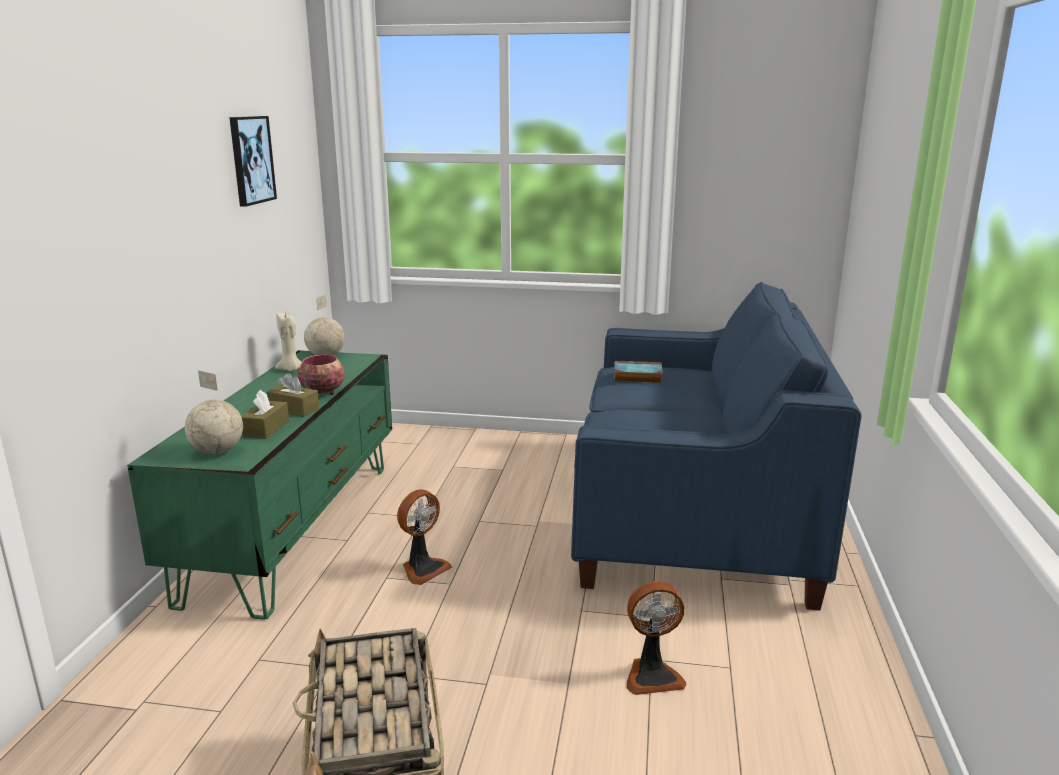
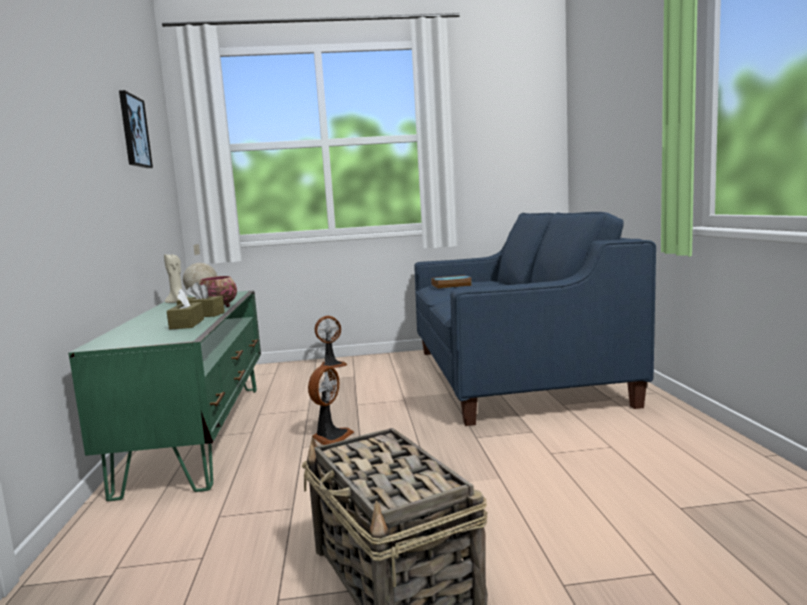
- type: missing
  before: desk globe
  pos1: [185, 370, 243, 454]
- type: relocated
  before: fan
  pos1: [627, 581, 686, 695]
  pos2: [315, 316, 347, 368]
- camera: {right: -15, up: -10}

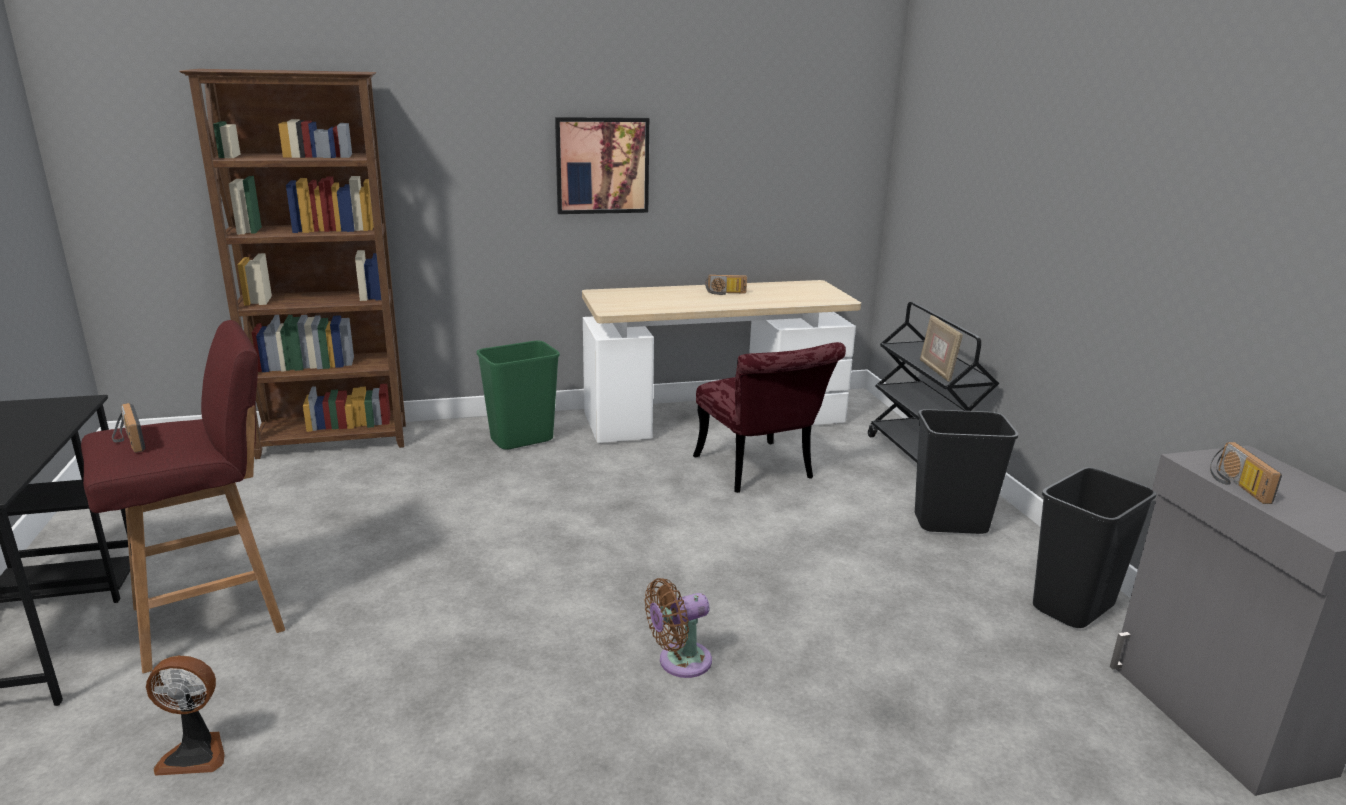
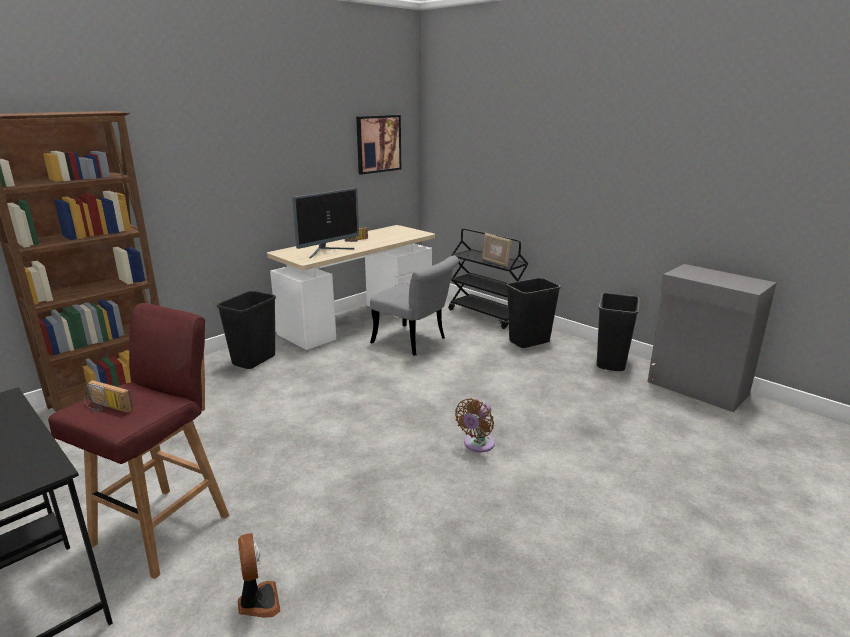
- type: relocated
  before: picture
  pos1: [555, 117, 649, 214]
  pos2: [356, 115, 401, 175]
- type: colour
  before: green waste bin
  after: black waste bin
  pos1: [477, 341, 560, 450]
  pos2: [217, 291, 276, 369]
- type: colour
  before: reddish chair
  after: greyish chair
  pos1: [693, 342, 846, 493]
  pos2: [370, 255, 459, 356]
- type: missing
  before: radio
  pos1: [1210, 442, 1282, 504]
- type: spun
  before: fan
  pos1: [146, 656, 225, 776]
  pos2: [238, 533, 280, 618]
  turn: -75
- type: appeared
  after: computer display
  pos2: [292, 188, 359, 258]
- camera: {right: -30, up: 0}

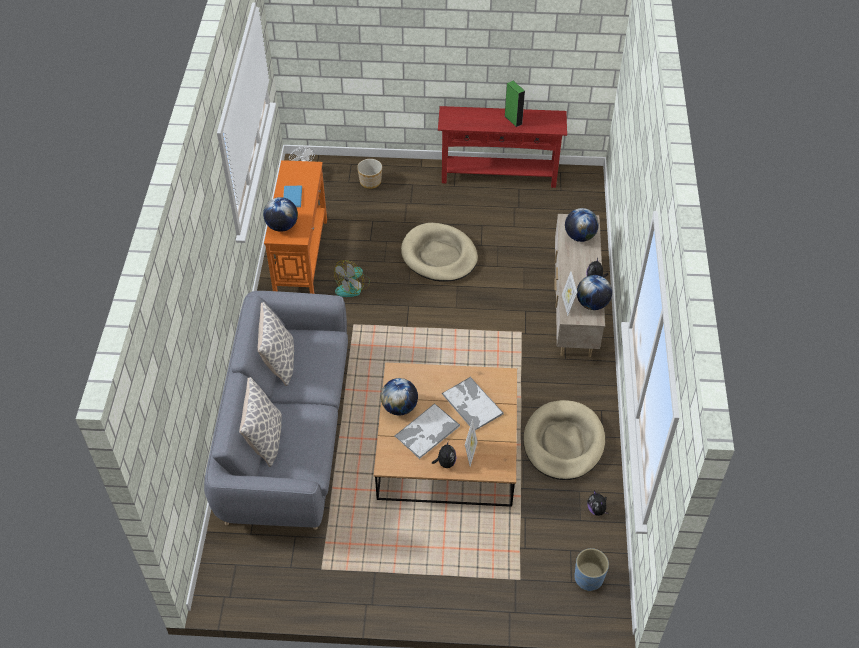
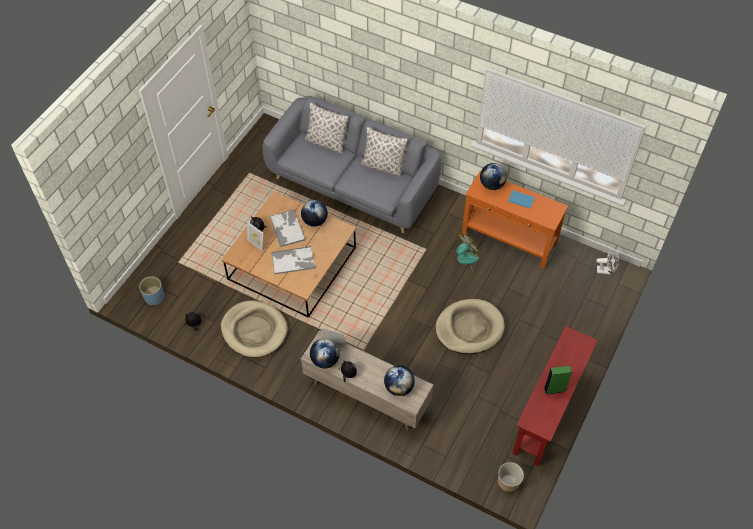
- type: relocated
  before: plant pot
  pos1: [357, 159, 382, 189]
  pos2: [498, 462, 524, 492]
- type: spun
  before: fan
  pos1: [334, 260, 370, 297]
  pos2: [449, 231, 480, 275]
  turn: 75
- camera: {right: 115, up: 5}

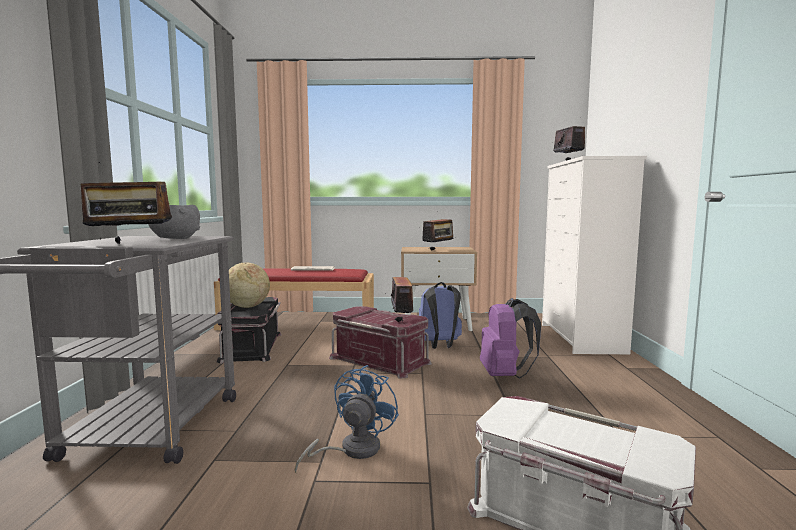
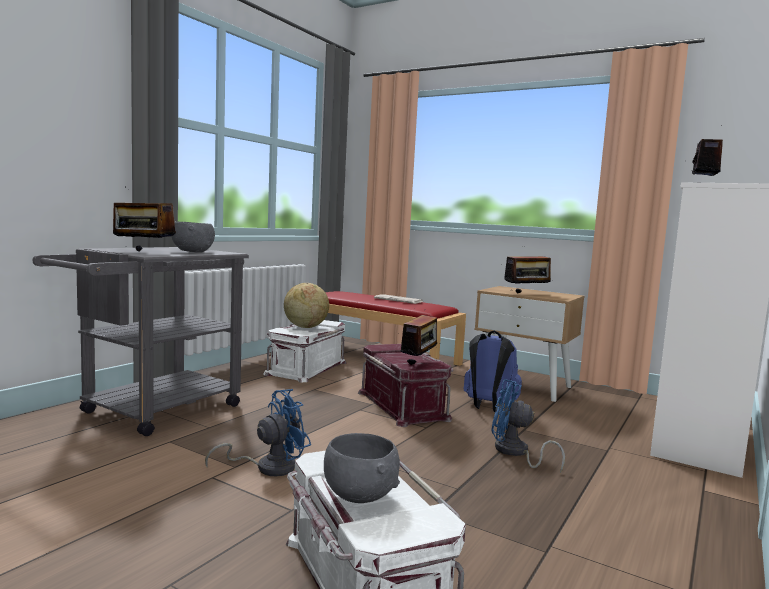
- type: colour
  before: black storage bin
  after: white storage bin
  pos1: [216, 297, 281, 364]
  pos2: [264, 320, 346, 383]
- type: exchanged
  before: purplish knapsack
  after: blue-coloured fan
  pos1: [480, 298, 541, 379]
  pos2: [491, 379, 565, 473]
- type: appeared
  after: greyish bowl
  pos2: [324, 433, 400, 503]
- camera: {right: 30, up: 0}

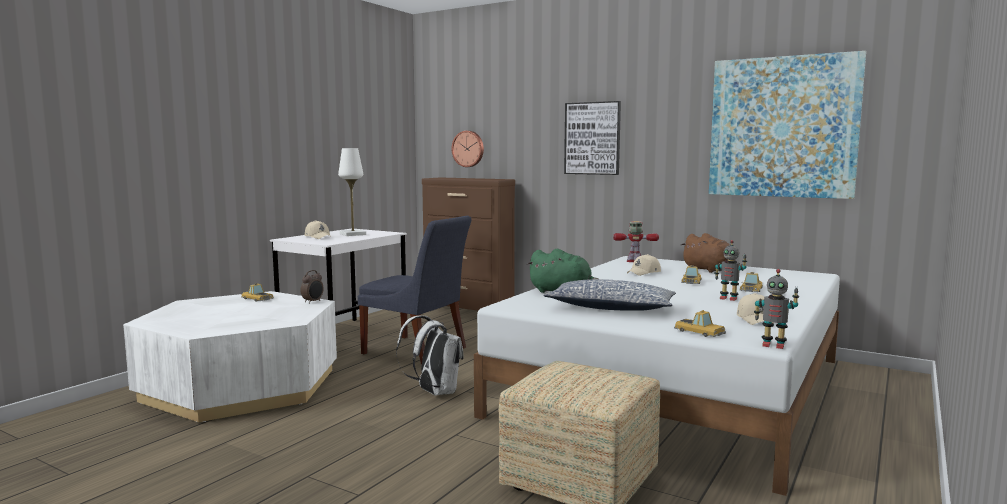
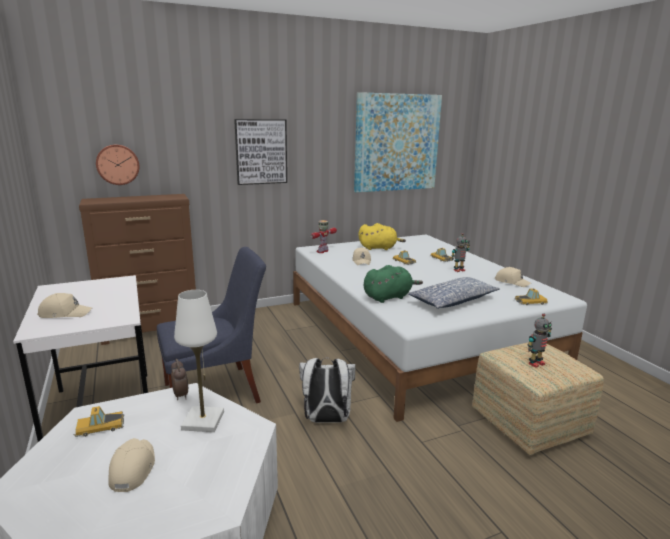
- type: relocated
  before: white tabletop lamp
  pos1: [338, 148, 366, 236]
  pos2: [174, 290, 224, 432]
- type: colour
  before: brown-coloured cuddly toy
  after: yellow cuddly toy
  pos1: [681, 233, 730, 273]
  pos2: [359, 223, 406, 250]
- type: relocated
  before: model robot
  pos1: [754, 269, 799, 349]
  pos2: [527, 313, 552, 368]
- type: appeared
  after: sand-coloured cap
  pos2: [108, 438, 155, 492]
- camera: {right: -55, up: 10}

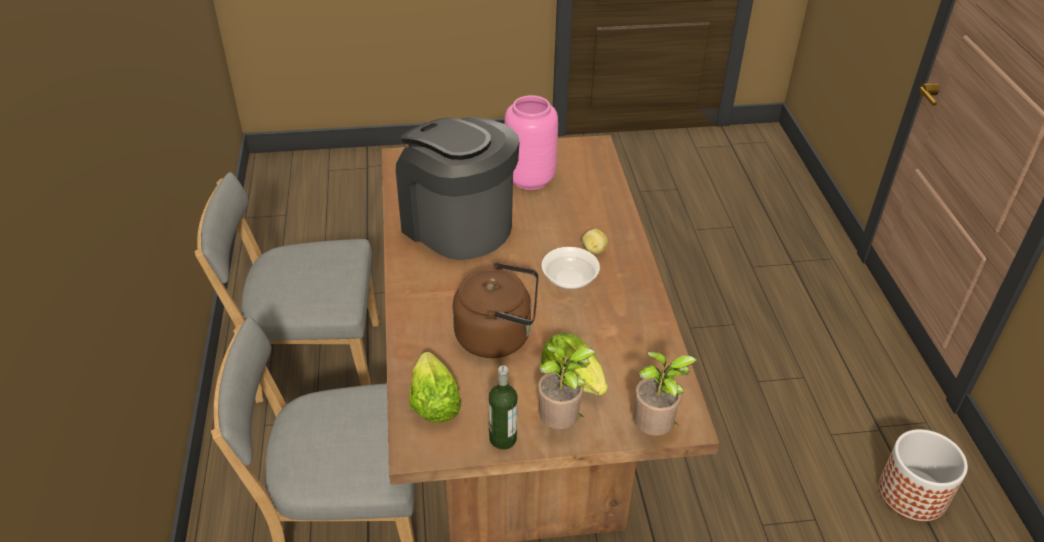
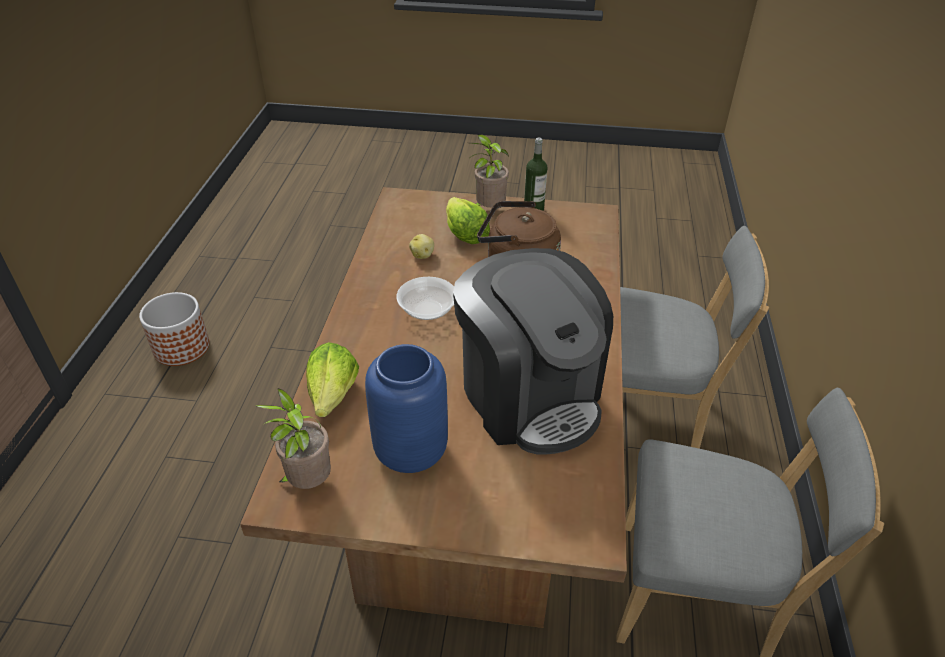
- type: colour
  before: pink flower vase
  after: blue-coloured flower vase
  pos1: [504, 95, 558, 190]
  pos2: [365, 344, 448, 473]
- type: relocated
  before: spud
  pos1: [582, 229, 608, 254]
  pos2: [409, 234, 434, 259]
- type: relocated
  before: plant in a pot
  pos1: [634, 351, 697, 436]
  pos2: [255, 389, 331, 489]
- type: relocated
  before: lettuce
  pos1: [409, 352, 461, 423]
  pos2: [306, 342, 359, 417]
- camera: {right: -165, up: 0}

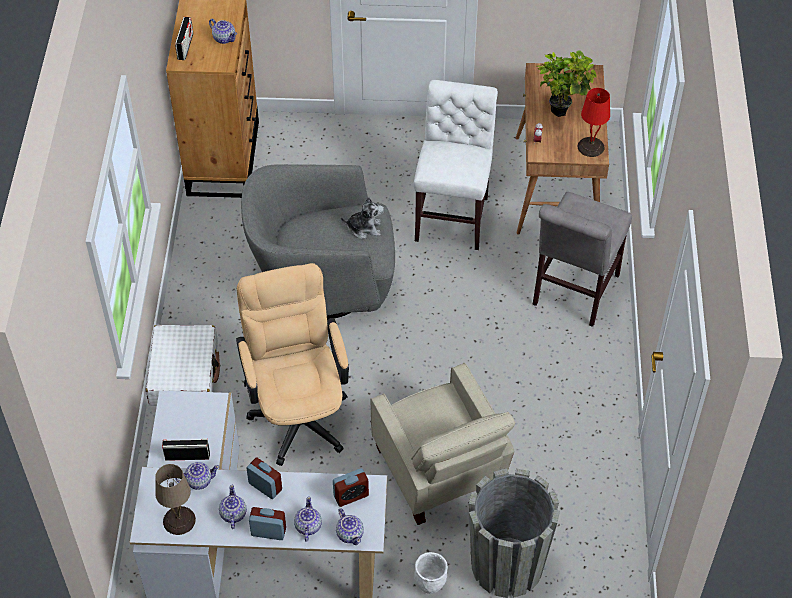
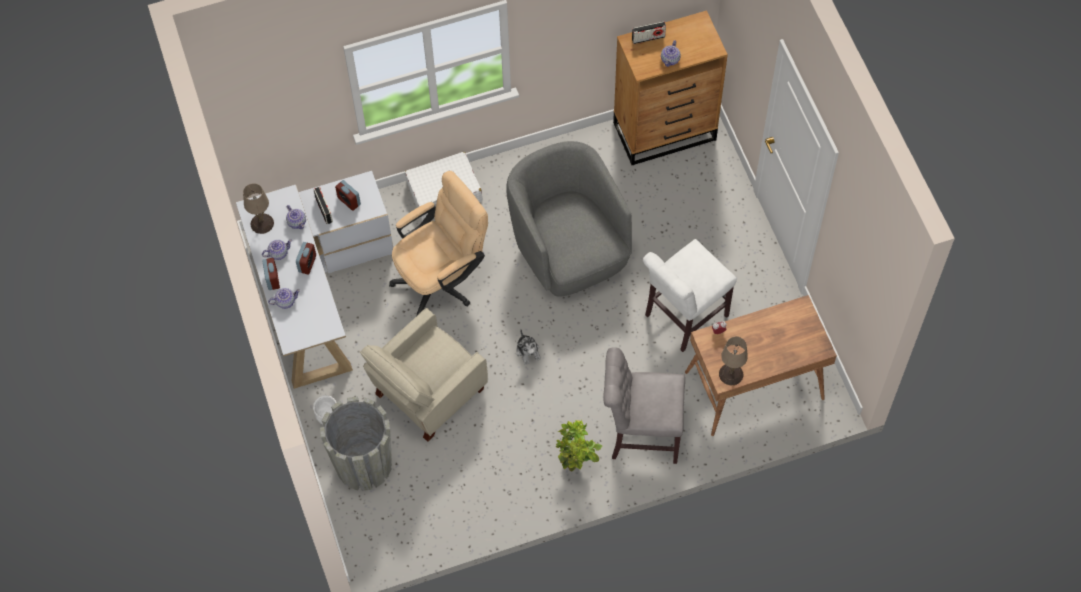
- type: relocated
  before: plant in a pot
  pos1: [537, 50, 596, 117]
  pos2: [555, 420, 602, 471]
- type: spun
  before: white chair
  pos1: [414, 80, 498, 250]
  pos2: [643, 239, 737, 352]
  turn: 150
- type: colour
  before: reddish tabletop lamp
  after: sand-coloured tabletop lamp
  pos1: [578, 88, 610, 157]
  pos2: [719, 337, 748, 385]
- type: relocated
  before: cuddly toy
  pos1: [341, 197, 384, 239]
  pos2: [516, 329, 541, 365]
- type: relocated
  before: table clock
  pos1: [333, 468, 369, 507]
  pos2: [335, 180, 361, 211]
- type: missing
  before: tea pot
  pos1: [336, 508, 364, 545]
- camera: {right: 70, up: 10}

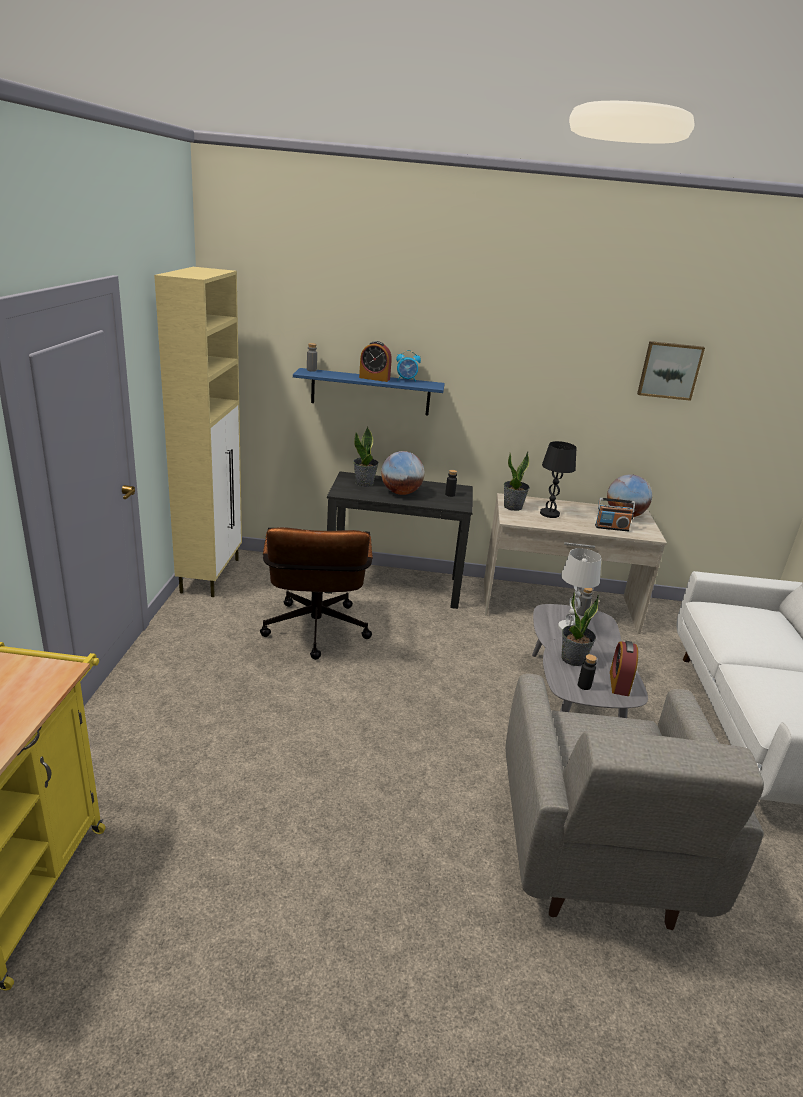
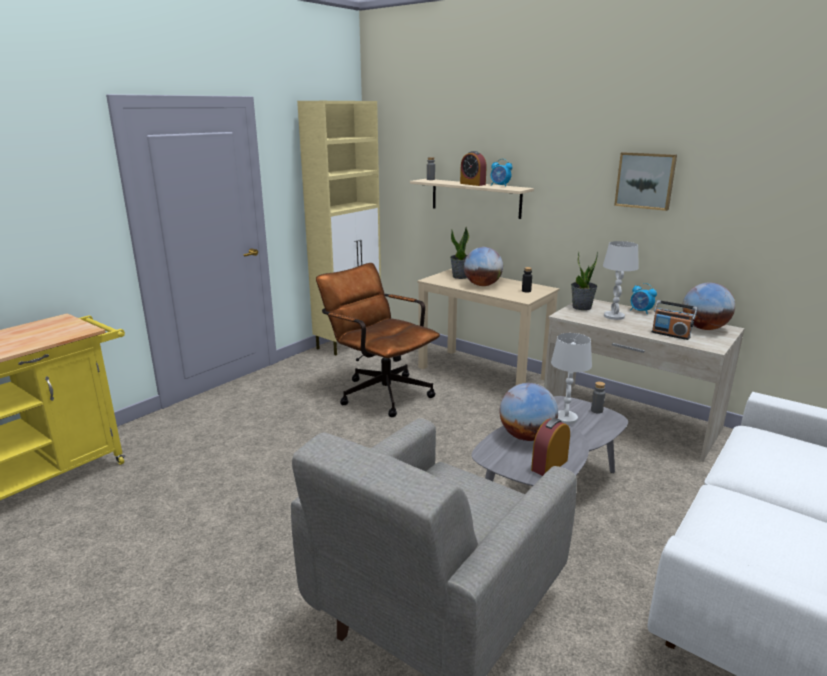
- type: relocated
  before: picture
  pos1: [637, 341, 705, 401]
  pos2: [614, 152, 677, 211]
- type: colour
  before: blue-coloured wall shelf
  after: sand-coloured wall shelf
  pos1: [293, 368, 445, 415]
  pos2: [410, 179, 534, 219]
- type: colour
  before: black tabletop lamp
  after: white tabletop lamp
  pos1: [540, 441, 576, 518]
  pos2: [603, 241, 639, 320]
- type: colour
  before: black desk unit
  after: sand-coloured desk unit
  pos1: [324, 471, 473, 609]
  pos2: [417, 269, 560, 385]
- type: spun
  before: brown-coloured computer chair
  pos1: [260, 527, 373, 660]
  pos2: [316, 263, 440, 417]
  turn: 105
- type: exchanged
  before: plant in a pot
  after: desk globe
  pos1: [561, 592, 599, 666]
  pos2: [500, 383, 558, 441]
- type: missing
  before: black beverage bottle
  pos1: [578, 654, 597, 690]
- type: appeared
  after: table clock
  pos2: [630, 283, 657, 314]
- camera: {right: 35, up: -5}

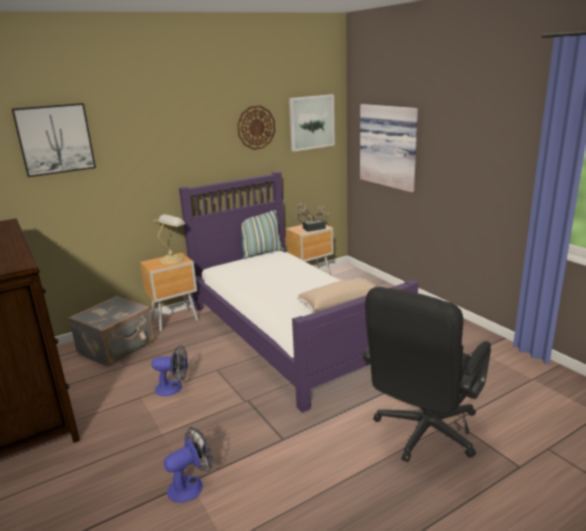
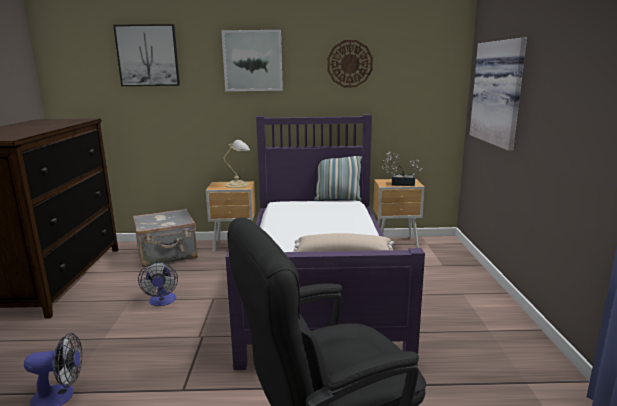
- type: relocated
  before: picture
  pos1: [289, 94, 335, 152]
  pos2: [221, 30, 283, 91]
- type: spun
  before: fan
  pos1: [152, 345, 188, 396]
  pos2: [138, 262, 178, 306]
  turn: 45
- camera: {right: 30, up: -5}

